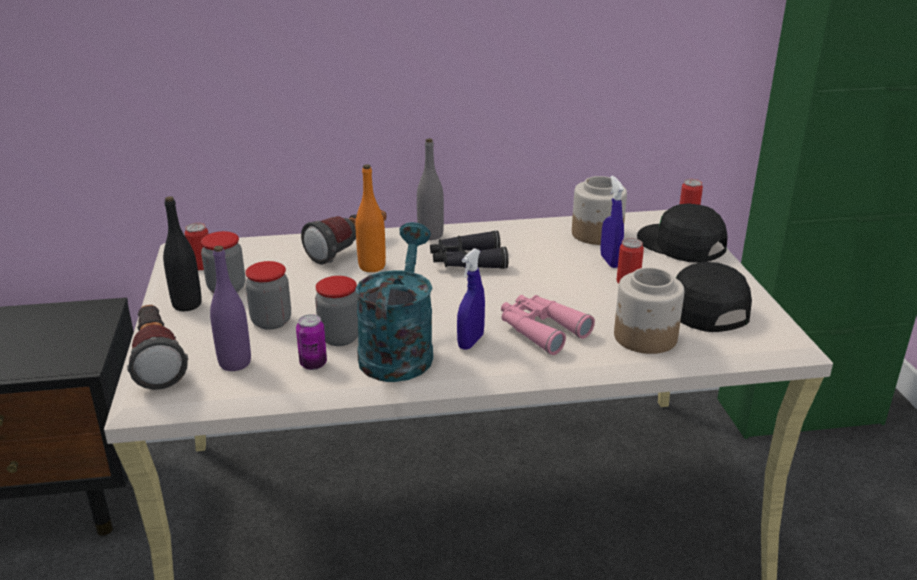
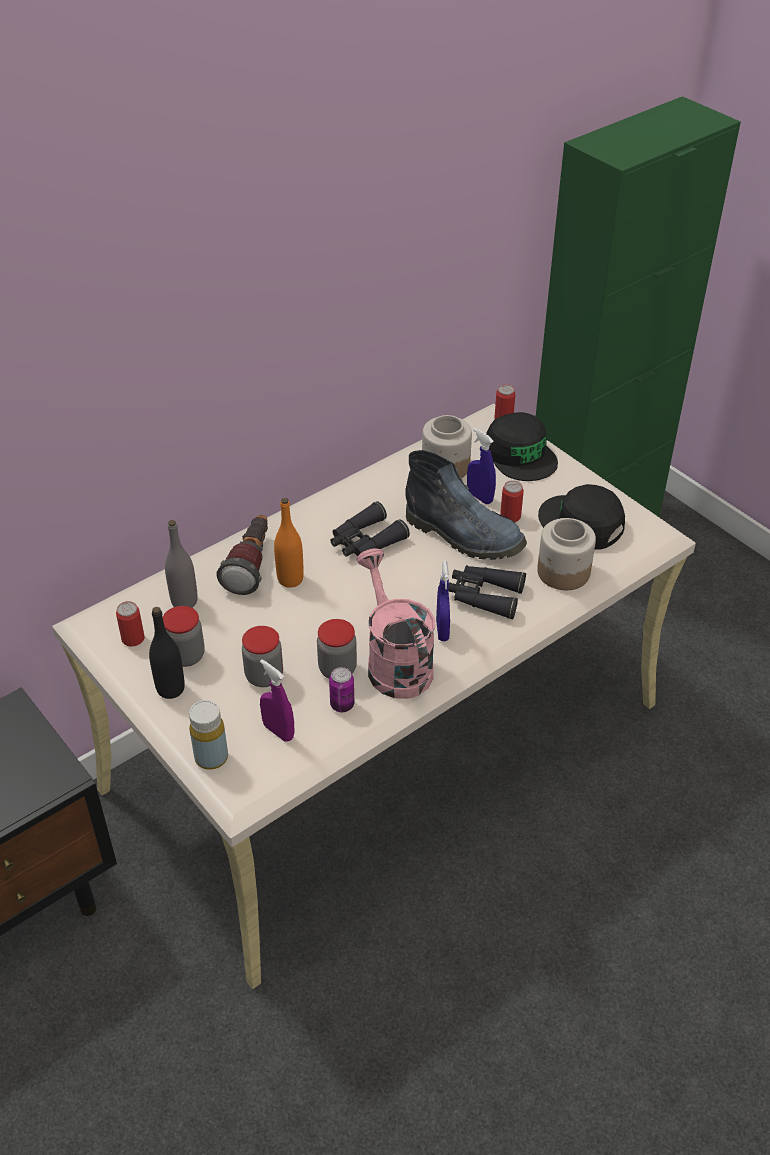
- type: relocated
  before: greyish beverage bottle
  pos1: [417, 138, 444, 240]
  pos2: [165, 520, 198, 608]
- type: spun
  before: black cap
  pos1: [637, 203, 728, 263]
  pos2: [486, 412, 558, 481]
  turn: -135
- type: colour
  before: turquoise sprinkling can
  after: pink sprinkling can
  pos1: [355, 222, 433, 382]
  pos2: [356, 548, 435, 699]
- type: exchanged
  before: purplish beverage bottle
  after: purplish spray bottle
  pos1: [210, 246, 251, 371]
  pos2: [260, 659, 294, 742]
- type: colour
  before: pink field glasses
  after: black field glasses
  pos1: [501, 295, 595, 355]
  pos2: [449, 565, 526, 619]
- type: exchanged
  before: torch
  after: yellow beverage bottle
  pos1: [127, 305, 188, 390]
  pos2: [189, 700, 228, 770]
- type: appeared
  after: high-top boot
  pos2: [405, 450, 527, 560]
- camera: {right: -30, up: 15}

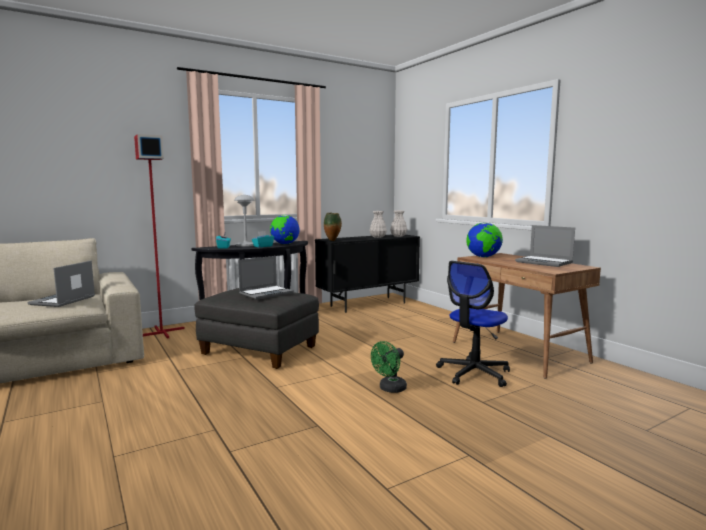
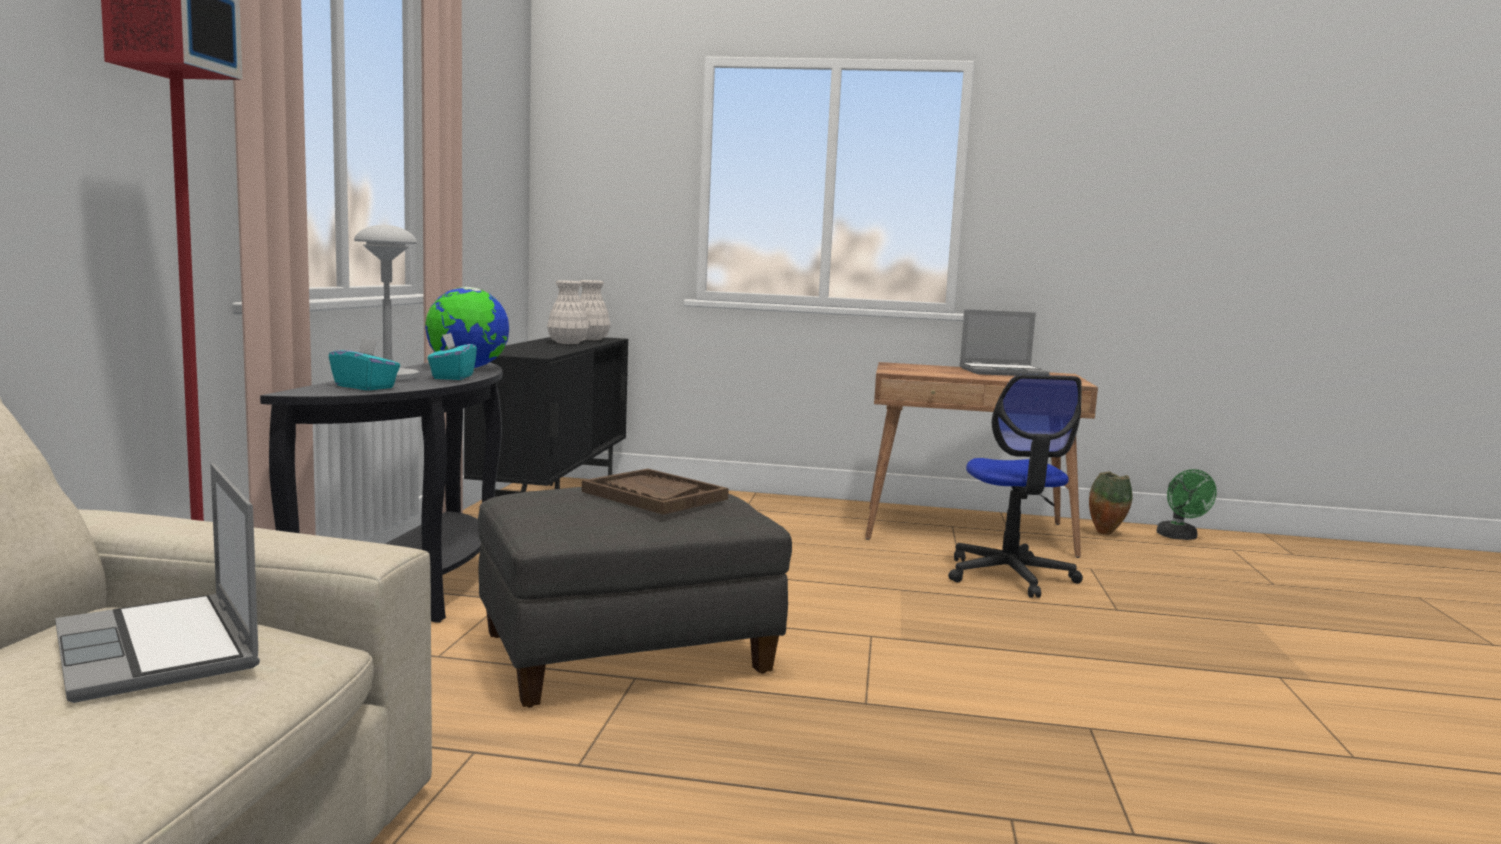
- type: relocated
  before: flower vase
  pos1: [324, 213, 342, 241]
  pos2: [1089, 472, 1133, 535]
- type: missing
  before: desk globe
  pos1: [466, 222, 503, 257]
- type: exchanged
  before: laptop
  after: brown-coloured tray
  pos1: [238, 256, 294, 300]
  pos2: [582, 469, 729, 515]
- type: relocated
  before: green fan
  pos1: [371, 341, 407, 393]
  pos2: [1157, 469, 1217, 540]
- camera: {right: -50, up: 0}

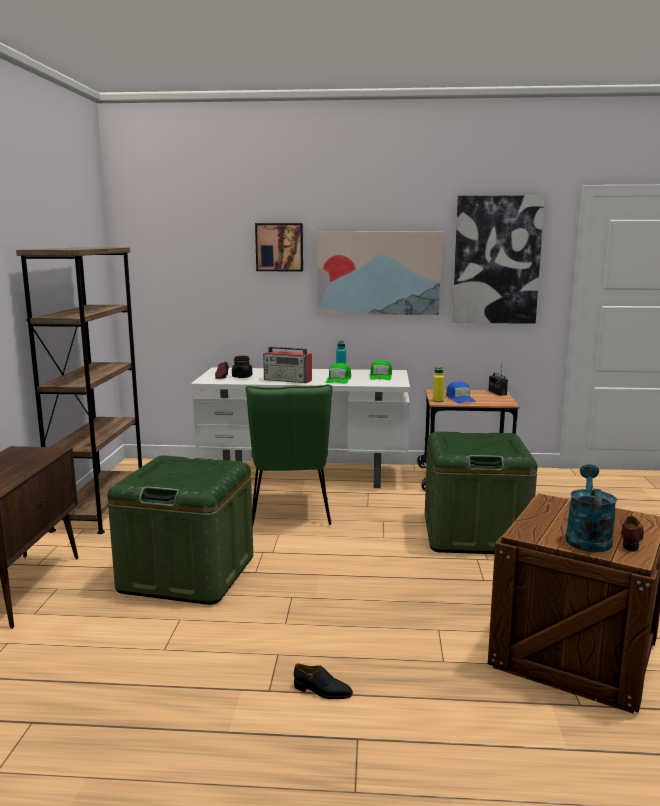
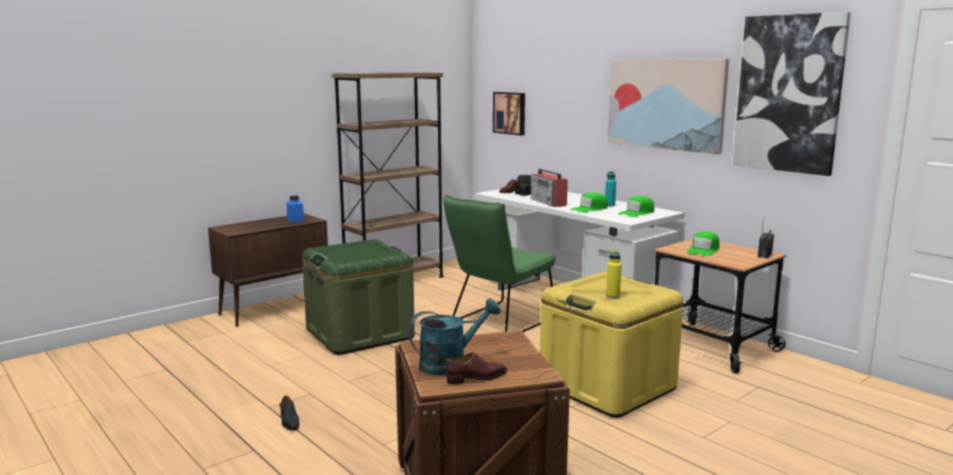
- type: relocated
  before: picture
  pos1: [255, 223, 303, 271]
  pos2: [493, 92, 525, 135]
- type: relocated
  before: yellow beverage bottle
  pos1: [433, 366, 444, 402]
  pos2: [606, 249, 622, 298]
- type: colour
  before: blue-coloured cap
  after: green cap
  pos1: [446, 382, 476, 403]
  pos2: [686, 231, 720, 256]
- type: colour
  before: green storage bin
  after: yellow storage bin
  pos1: [425, 432, 537, 554]
  pos2: [540, 272, 684, 418]
- type: appeared
  after: blue-coloured preserve jar
  pos2: [287, 195, 304, 223]
- camera: {right: 45, up: 0}

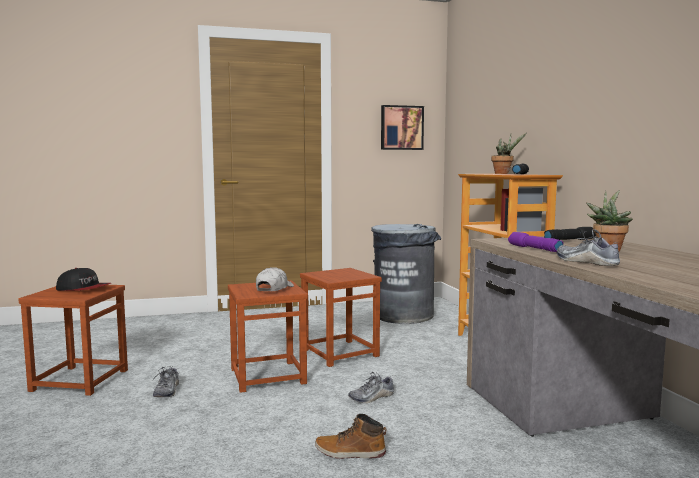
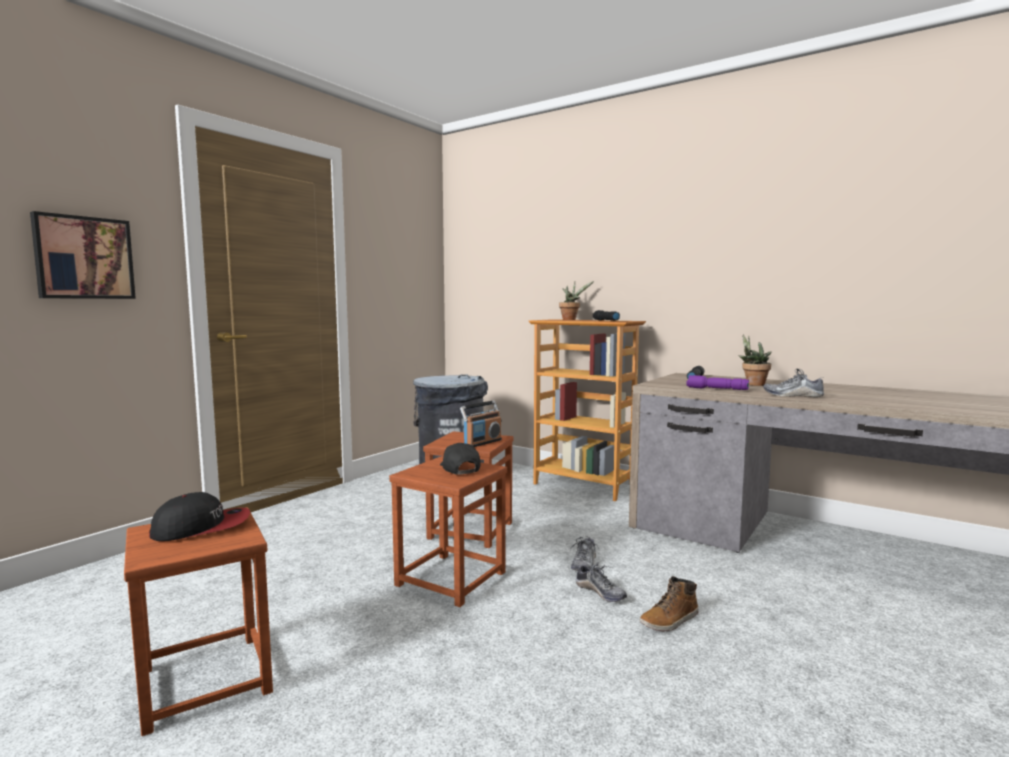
- type: relocated
  before: picture
  pos1: [381, 105, 424, 150]
  pos2: [30, 211, 136, 299]
- type: colour
  before: white cap
  after: black cap
  pos1: [256, 267, 294, 291]
  pos2: [440, 443, 481, 475]
- type: relocated
  before: low shoe
  pos1: [153, 366, 179, 397]
  pos2: [576, 562, 627, 602]
- type: appeared
  after: radio
  pos2: [460, 401, 502, 447]
- camera: {right: -40, up: 0}

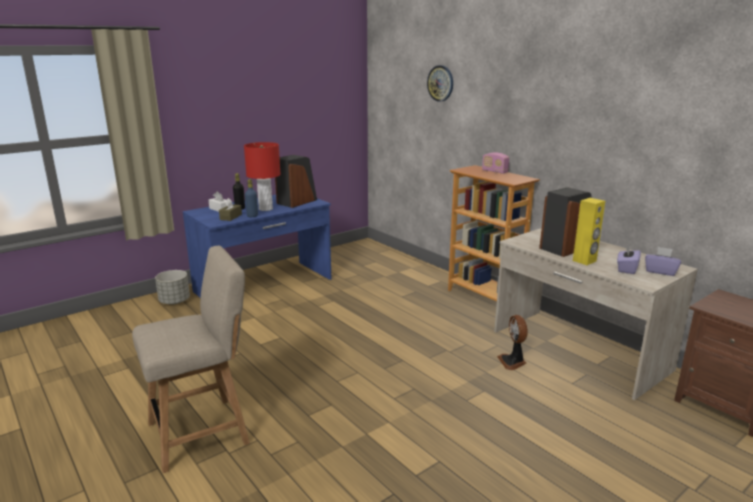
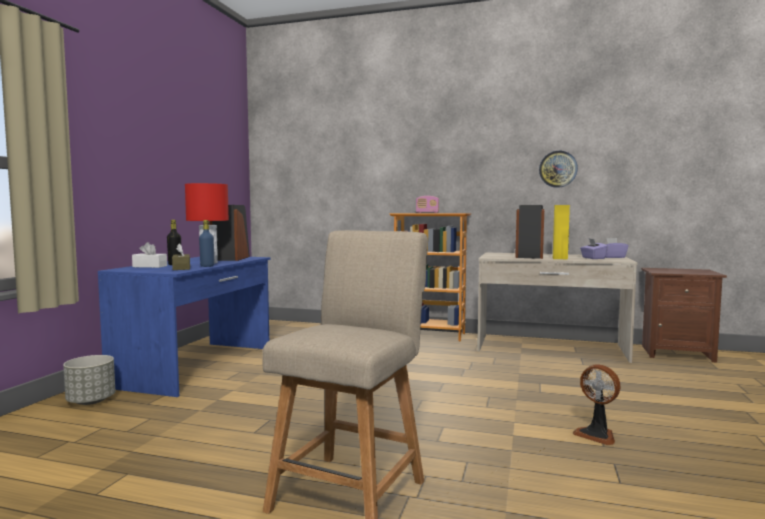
- type: relocated
  before: wall clock
  pos1: [427, 65, 453, 102]
  pos2: [539, 151, 578, 188]
- type: relocated
  before: fan
  pos1: [497, 315, 527, 370]
  pos2: [573, 364, 621, 445]
- camera: {right: -35, up: -15}

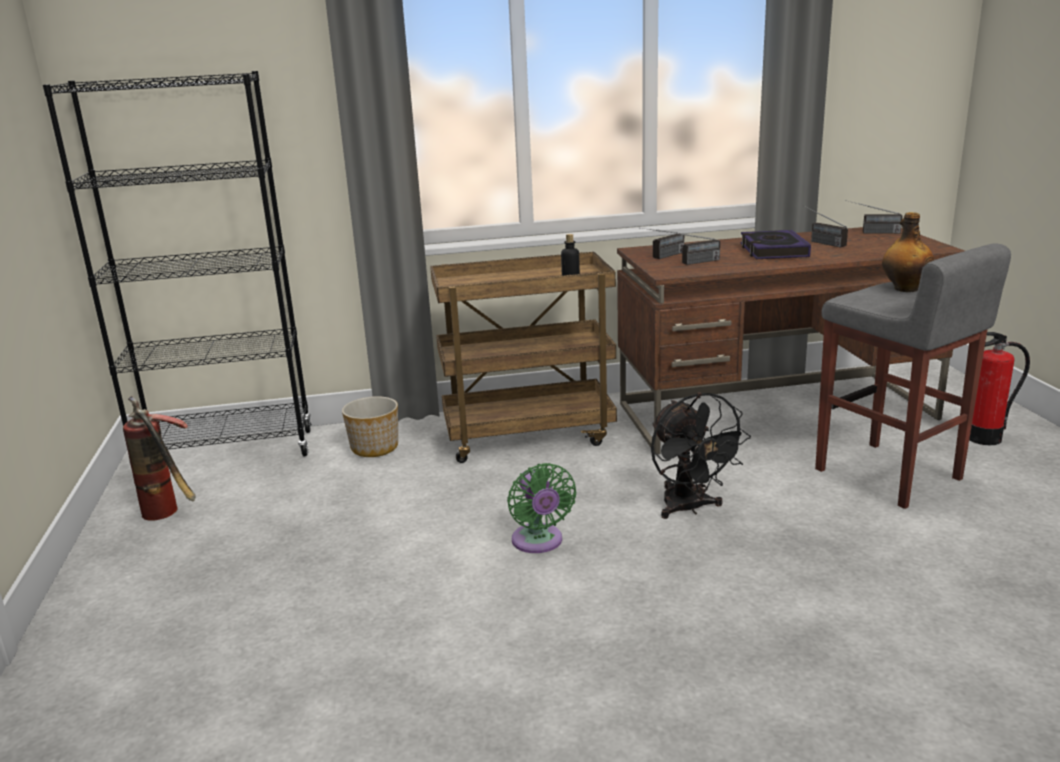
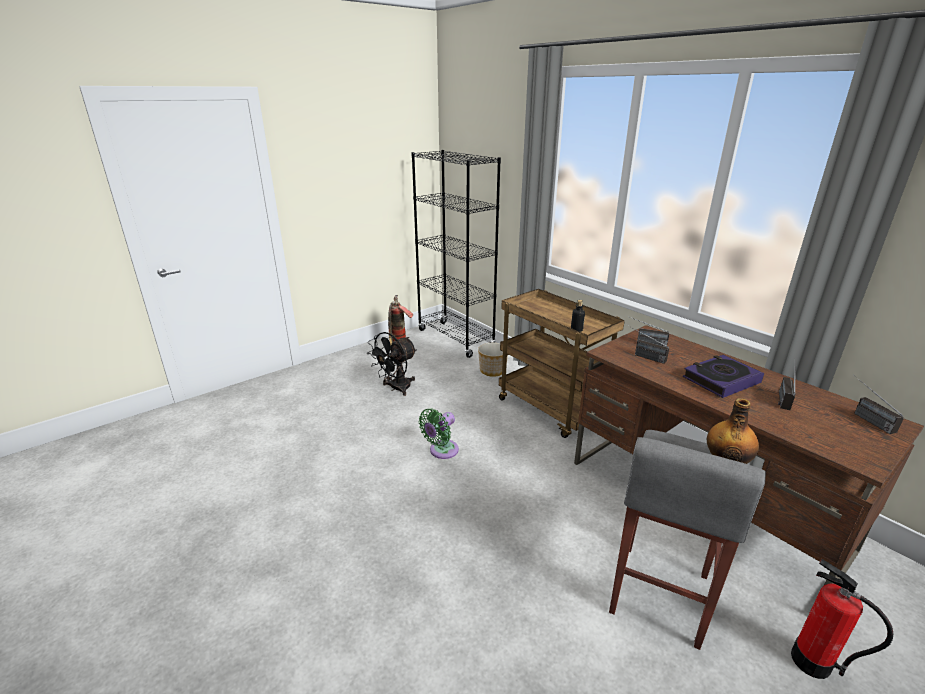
- type: relocated
  before: black fan
  pos1: [651, 392, 751, 519]
  pos2: [367, 332, 417, 396]
- camera: {right: 60, up: 5}

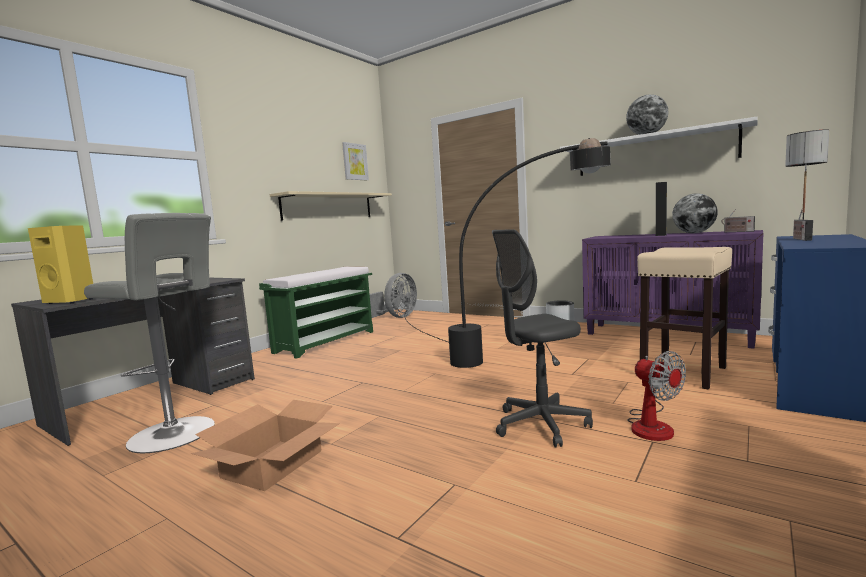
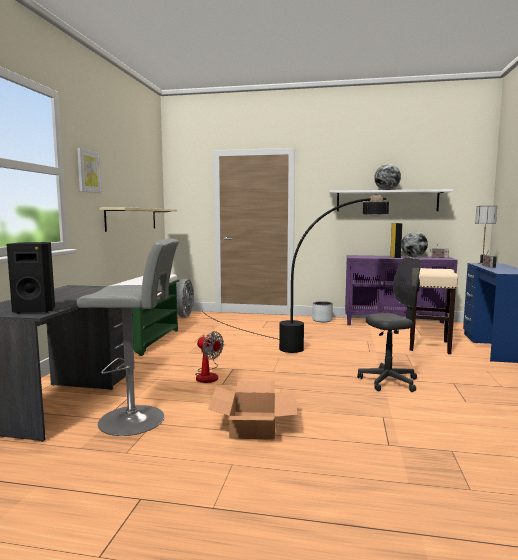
- type: relocated
  before: picture
  pos1: [342, 142, 369, 180]
  pos2: [77, 148, 102, 193]
- type: colour
  before: yellow loudspeaker
  after: black loudspeaker
  pos1: [28, 225, 93, 304]
  pos2: [6, 242, 55, 314]
- type: spun
  before: greyish computer chair
  pos1: [492, 229, 593, 447]
  pos2: [357, 257, 422, 392]
  turn: -150
- type: relocated
  before: fan
  pos1: [627, 351, 686, 441]
  pos2: [195, 331, 224, 383]
- camera: {right: -25, up: 0}

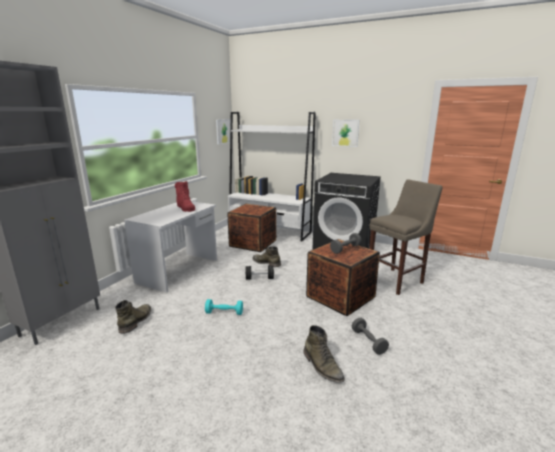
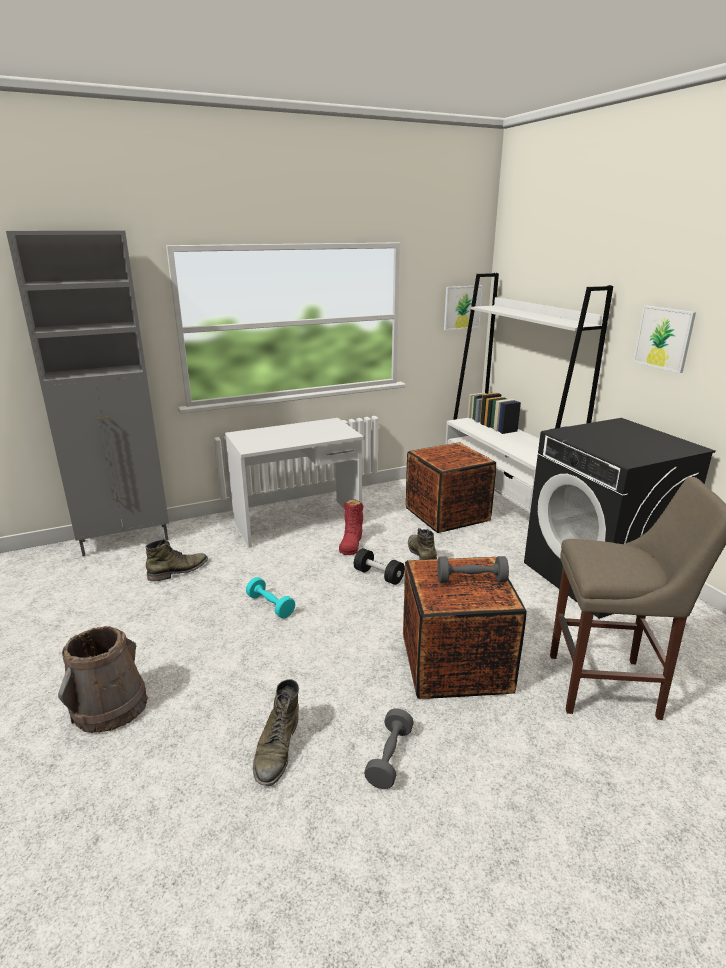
- type: relocated
  before: reddish high-top boot
  pos1: [175, 181, 195, 212]
  pos2: [339, 499, 363, 555]
- type: appeared
  after: brown-coloured bucket
  pos2: [58, 626, 148, 733]
- camera: {right: 40, up: 5}

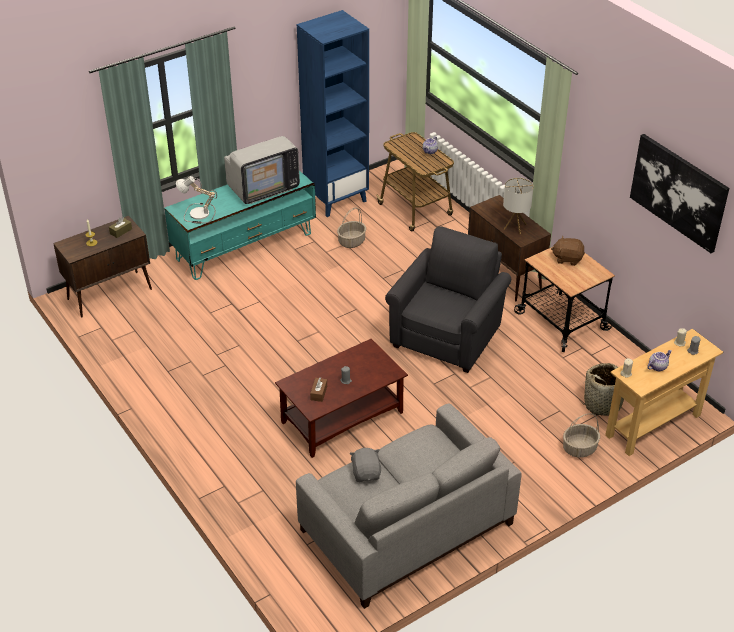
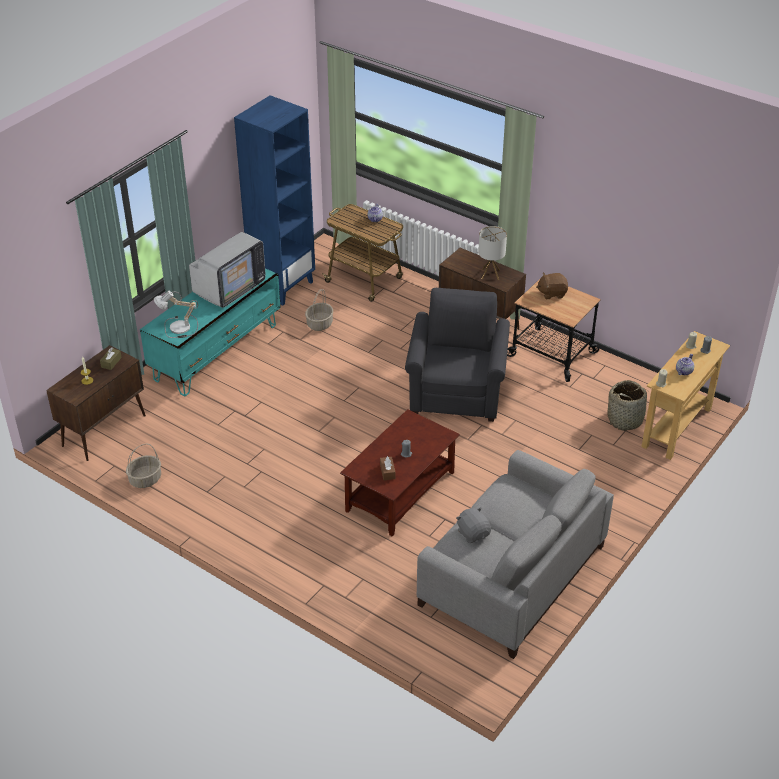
- type: missing
  before: picture
  pos1: [630, 134, 729, 253]
- type: relocated
  before: basket
  pos1: [563, 413, 600, 457]
  pos2: [126, 444, 161, 488]
- camera: {right: -20, up: 0}

